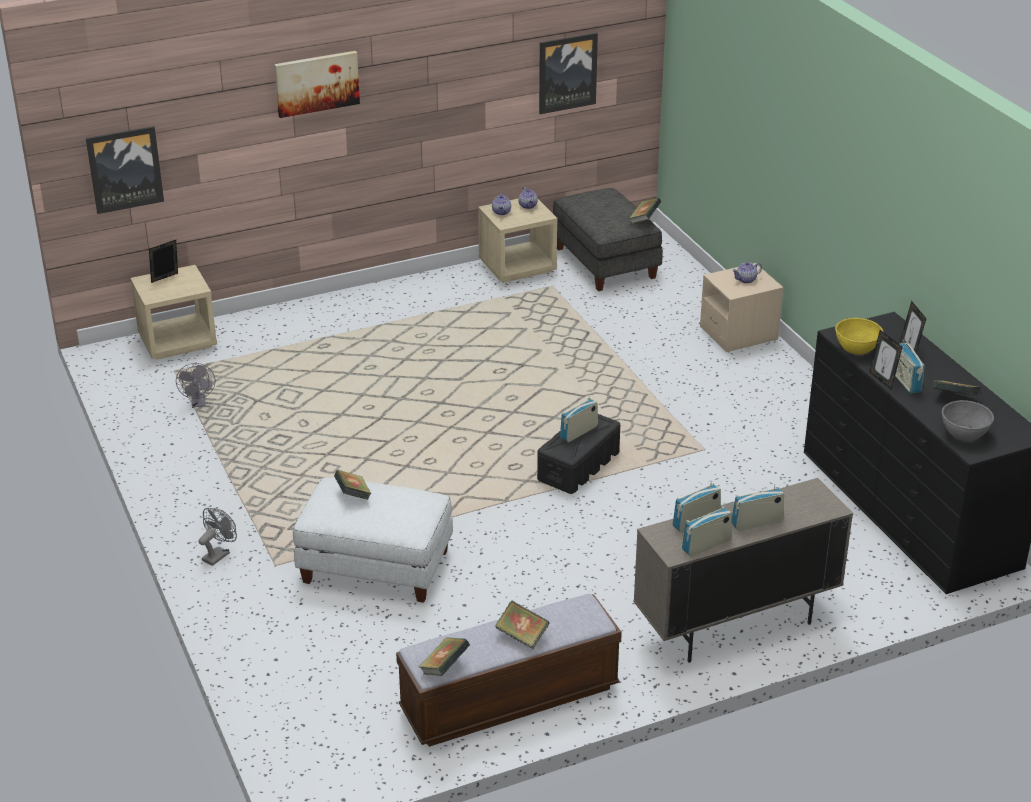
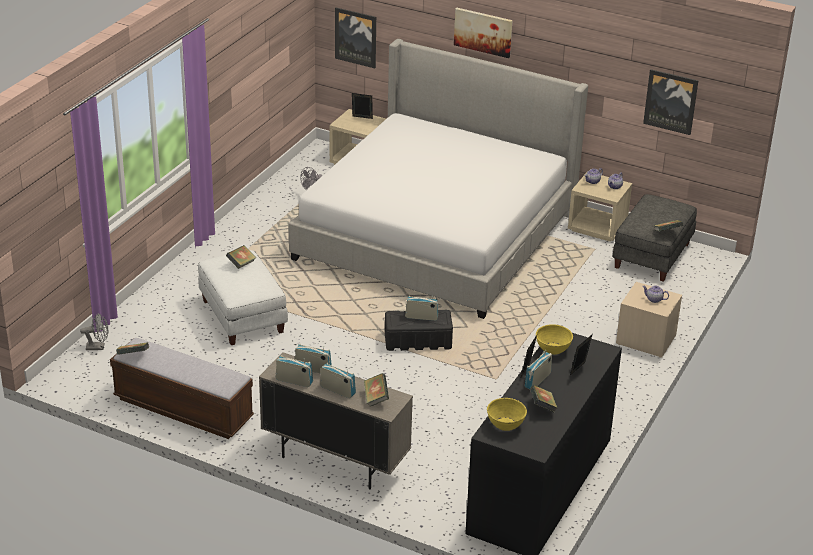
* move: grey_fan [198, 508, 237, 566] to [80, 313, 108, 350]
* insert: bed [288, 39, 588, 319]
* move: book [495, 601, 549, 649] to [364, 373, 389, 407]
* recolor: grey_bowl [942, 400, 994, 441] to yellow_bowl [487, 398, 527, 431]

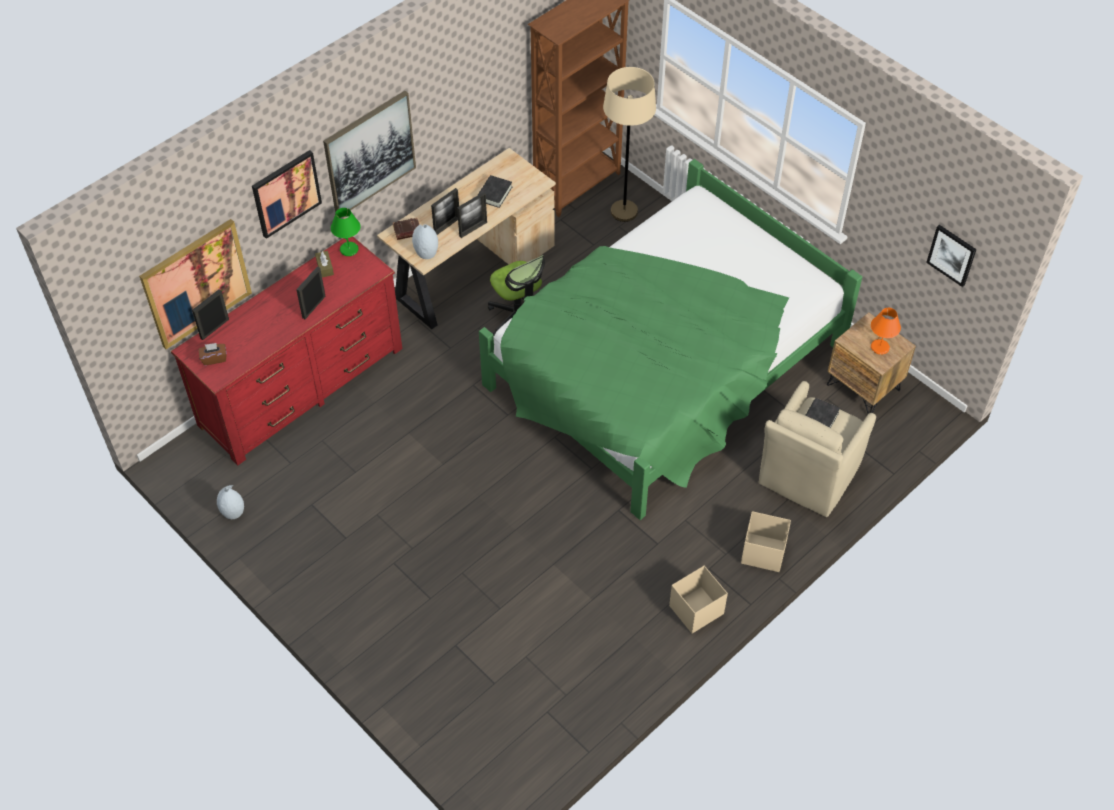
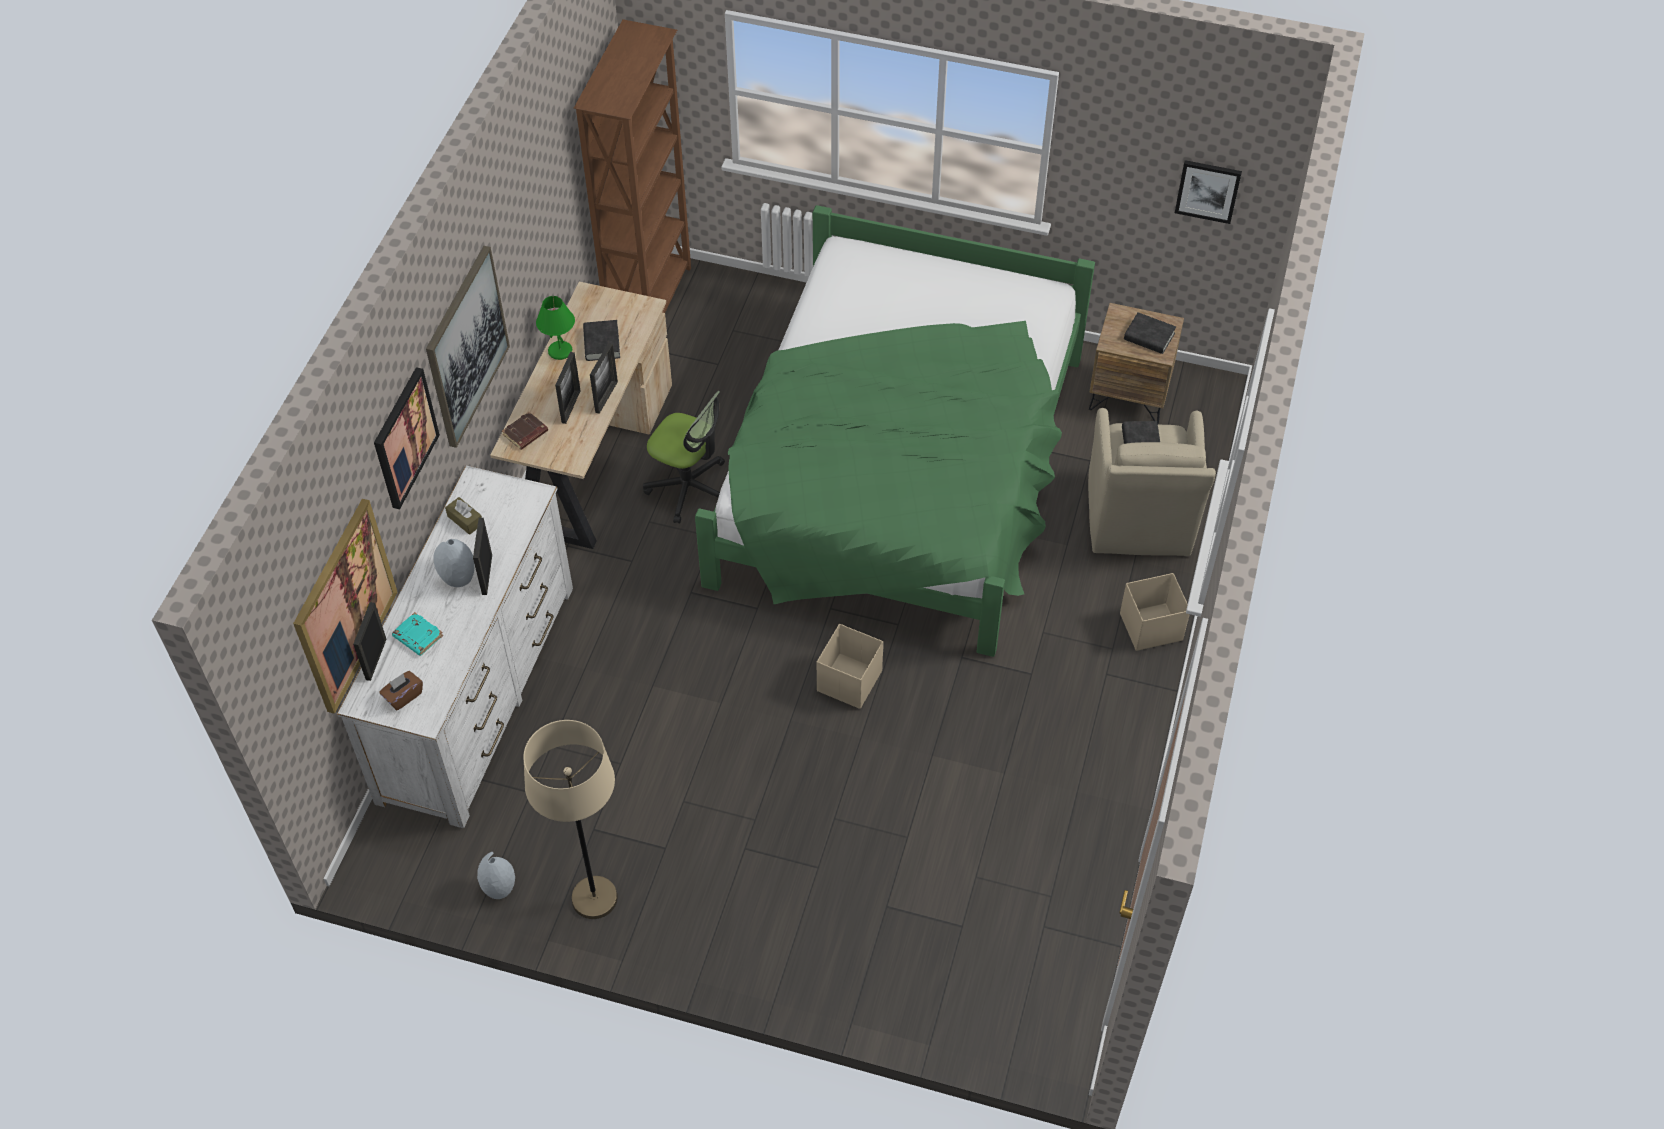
* recolor: red_dresser [171, 237, 402, 466] to white_dresser [337, 466, 573, 829]
* insert: turquoise_book [392, 612, 443, 656]
* move: grey_vase [412, 224, 438, 259] to [433, 539, 475, 587]
* move: beige_floor_lamp [603, 67, 656, 222] to [523, 720, 618, 919]
* move: green_table_lamp [331, 208, 361, 256] to [536, 296, 575, 360]
* move: beige_storage_box [669, 566, 728, 634] to [817, 624, 883, 709]
* replace: orange_table_lamp [871, 308, 901, 355] to black_book [1124, 312, 1176, 354]

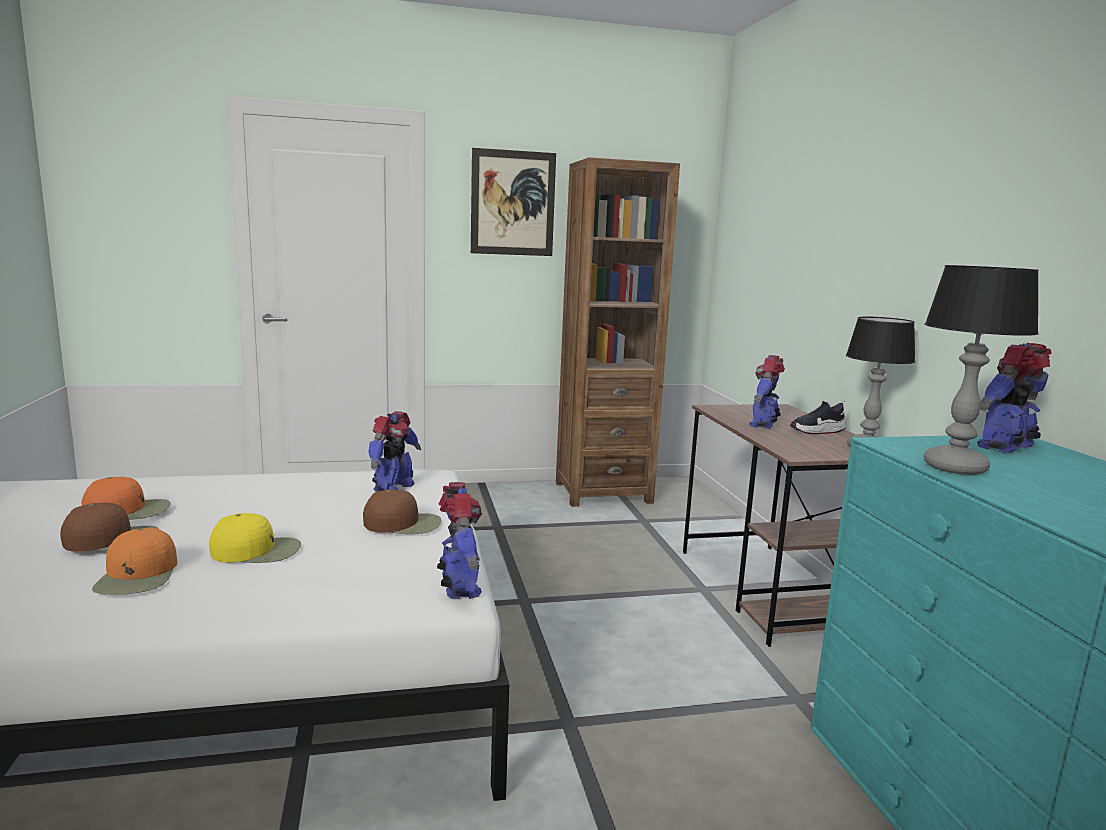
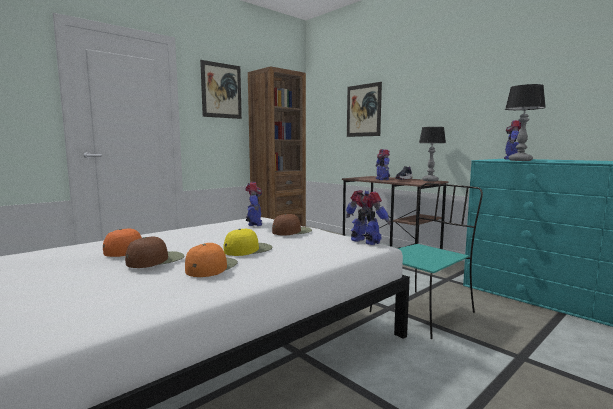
* rotate: orange_cap [92, 527, 177, 595] = [185, 243, 238, 277] 120 degrees counterclockwise
* insert: picture [347, 82, 382, 137]
* insert: turquoise_chair [370, 183, 483, 339]

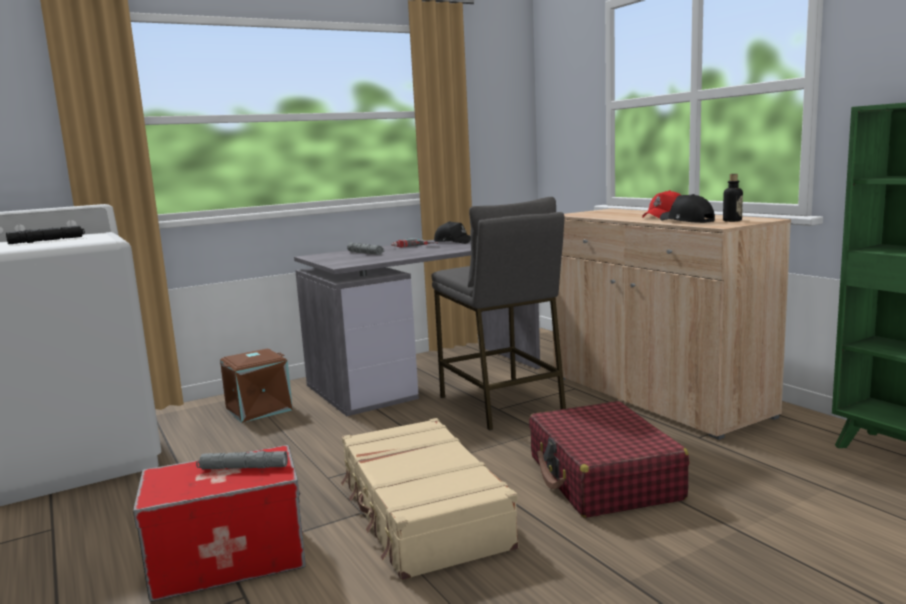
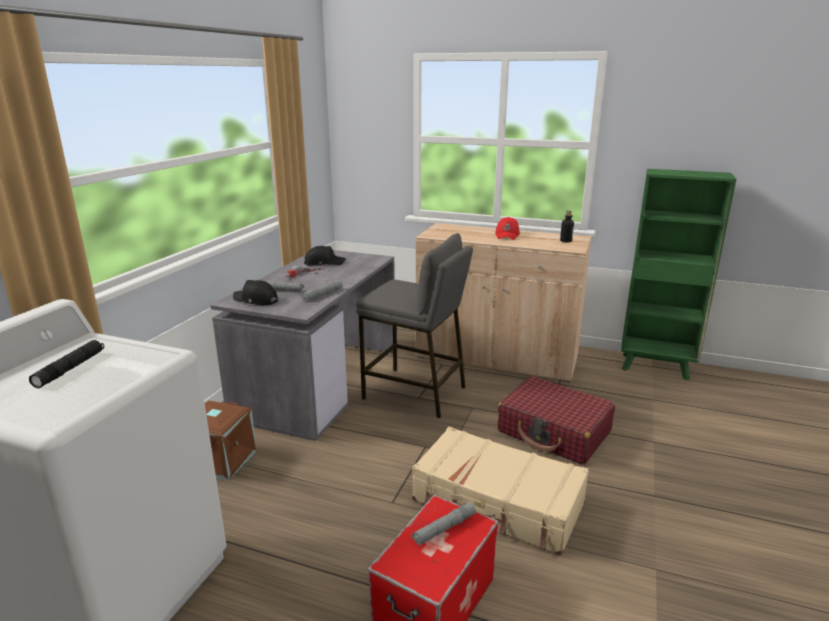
* move: black_cap [660, 194, 715, 223] to [233, 280, 278, 305]
* insert: grey_flashlight [300, 280, 343, 301]

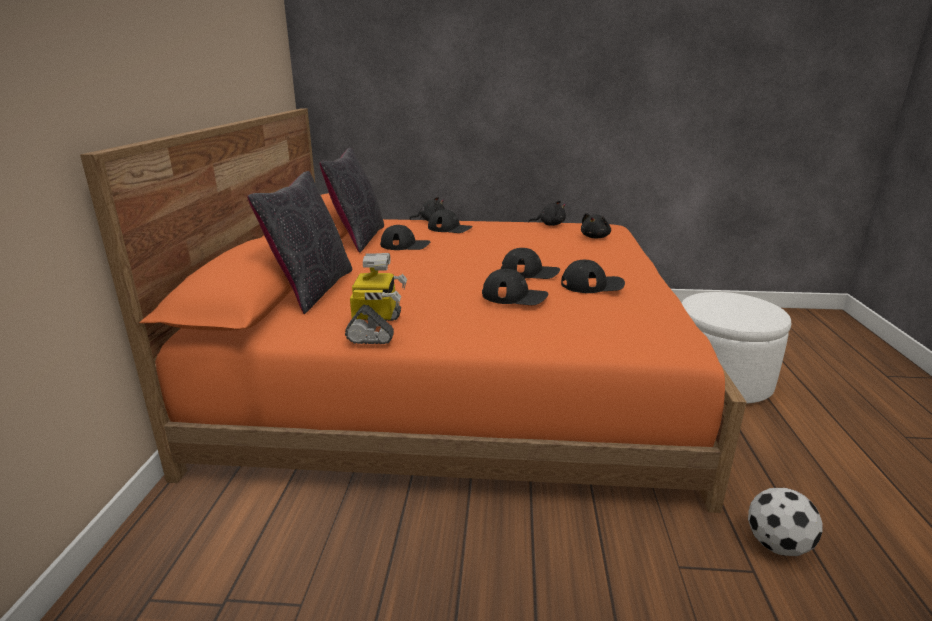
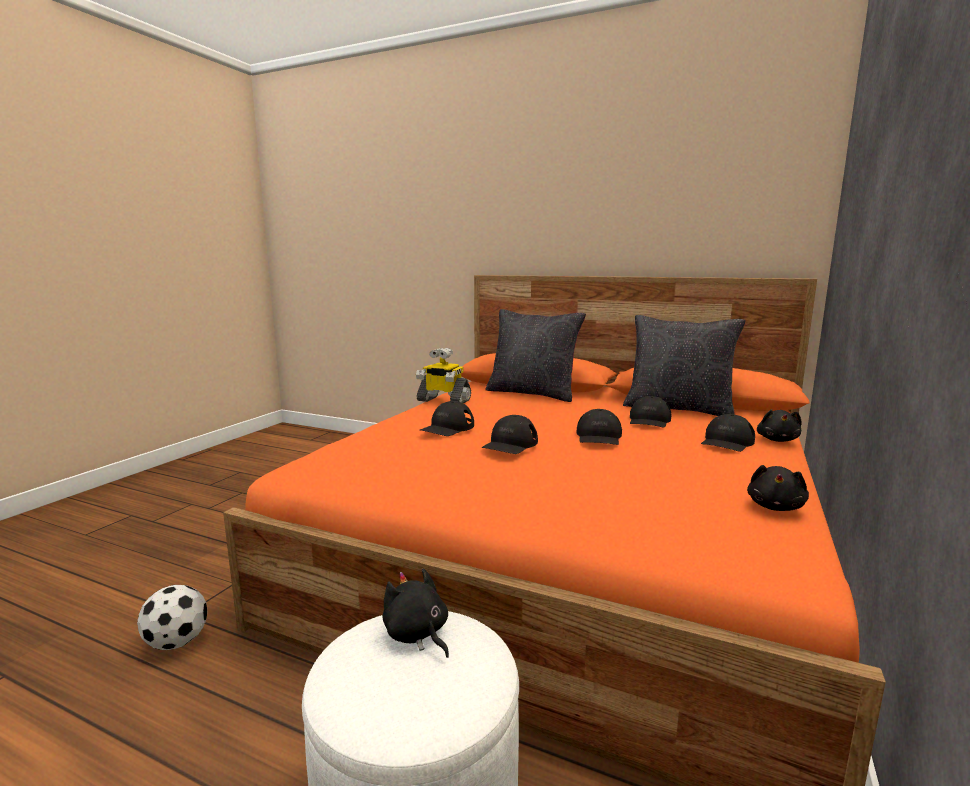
* move: black_plush_toy [581, 213, 611, 238] to [383, 568, 449, 658]
* move: black_cap [561, 260, 625, 293] to [577, 409, 622, 445]

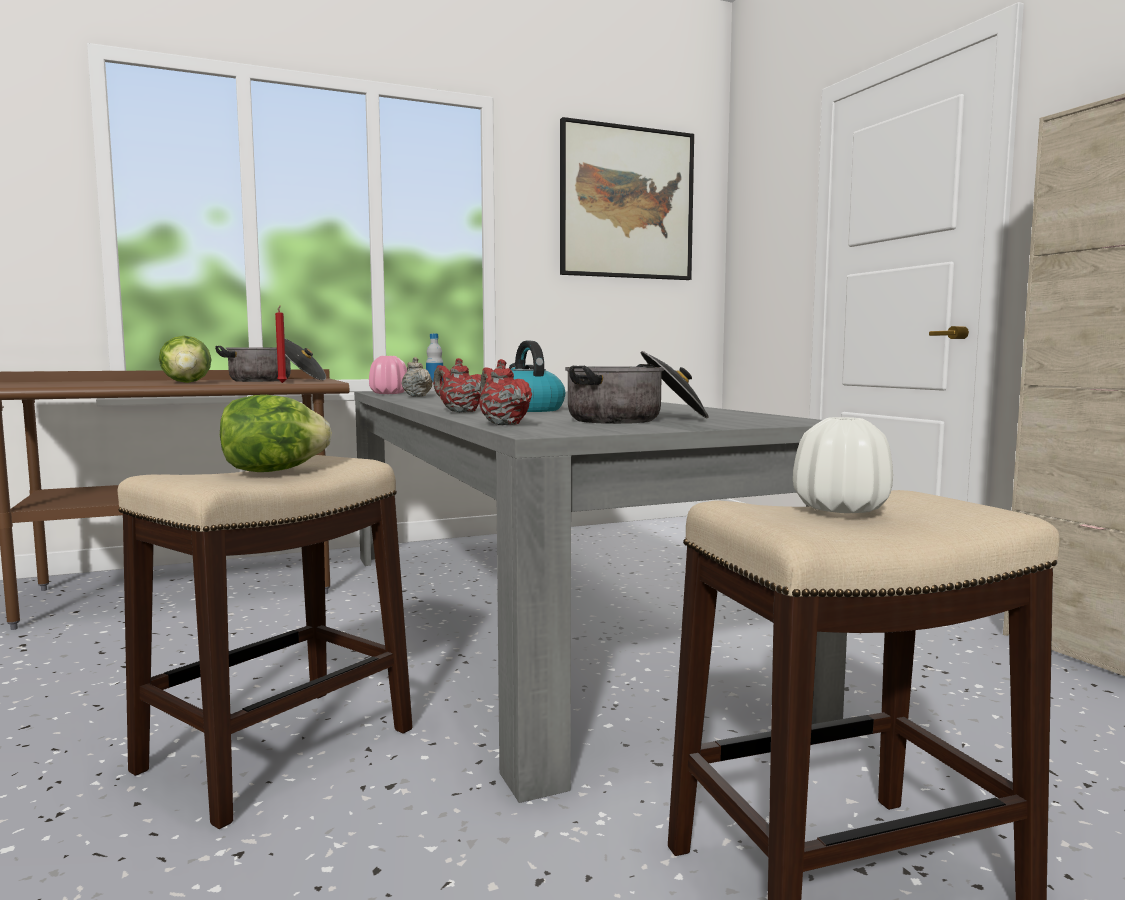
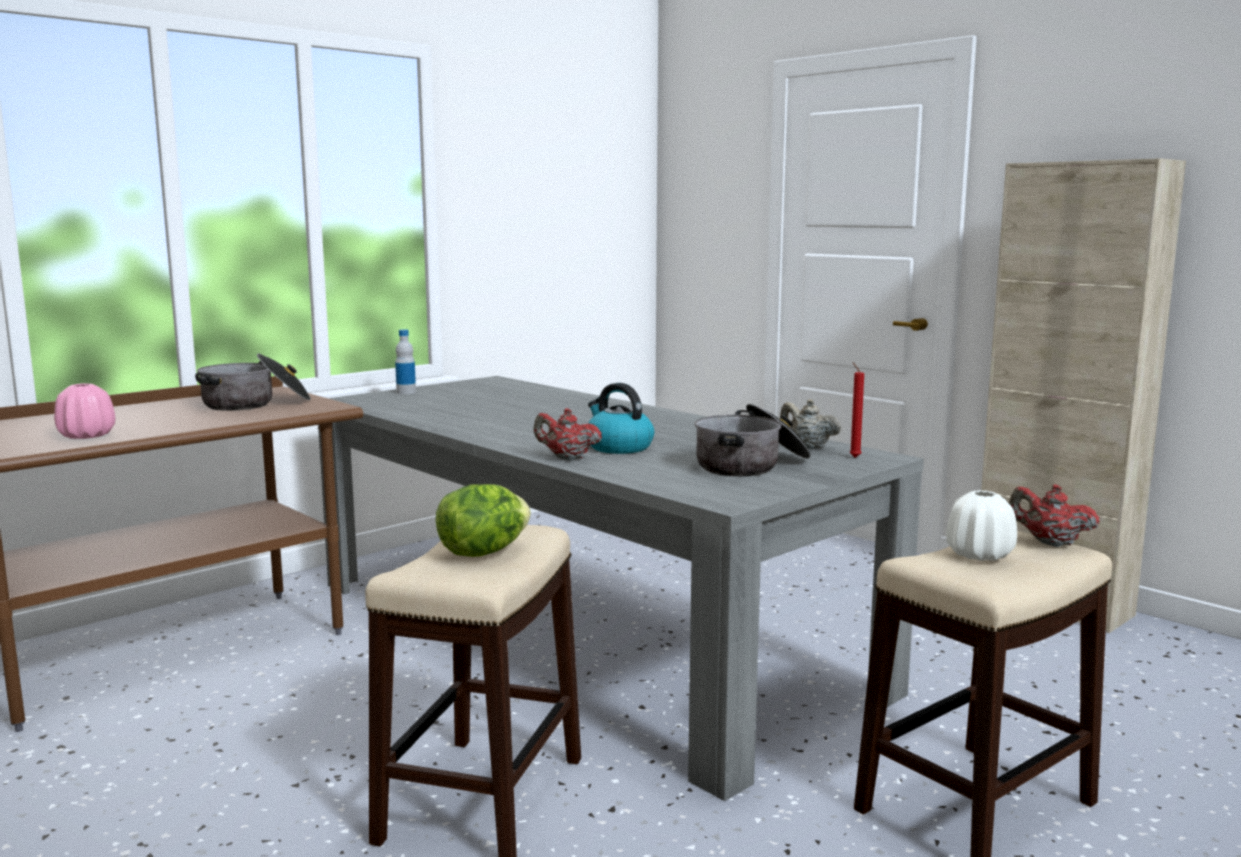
* move: pink_vase [369, 356, 407, 394] to [54, 383, 115, 439]
* move: beige_teapot [401, 357, 433, 397] to [780, 399, 841, 449]
* move: red_candle [275, 306, 287, 383] to [849, 362, 864, 458]
* move: red_teapot [479, 359, 532, 425] to [1009, 484, 1099, 547]
* delete: lettuce [159, 336, 211, 383]
* delete: picture [560, 117, 694, 280]

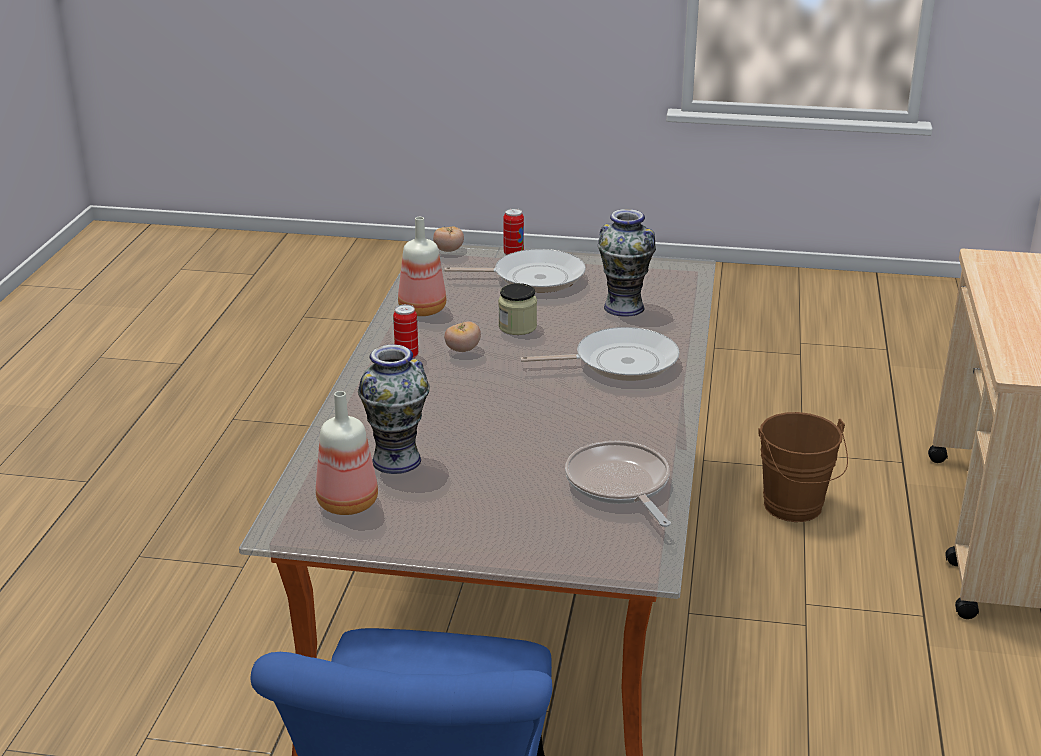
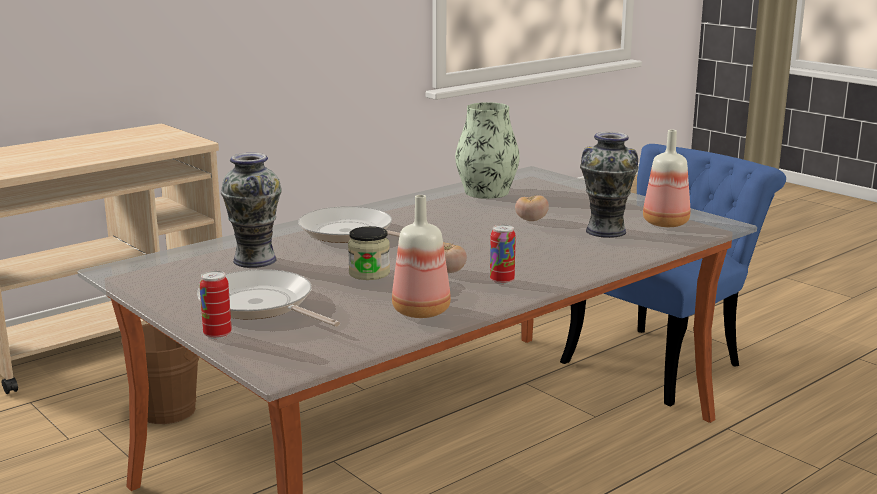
* replace: frying_pan [565, 441, 671, 527] to vase [455, 102, 520, 199]
* move: tomato [433, 226, 464, 252] to [515, 195, 549, 221]

